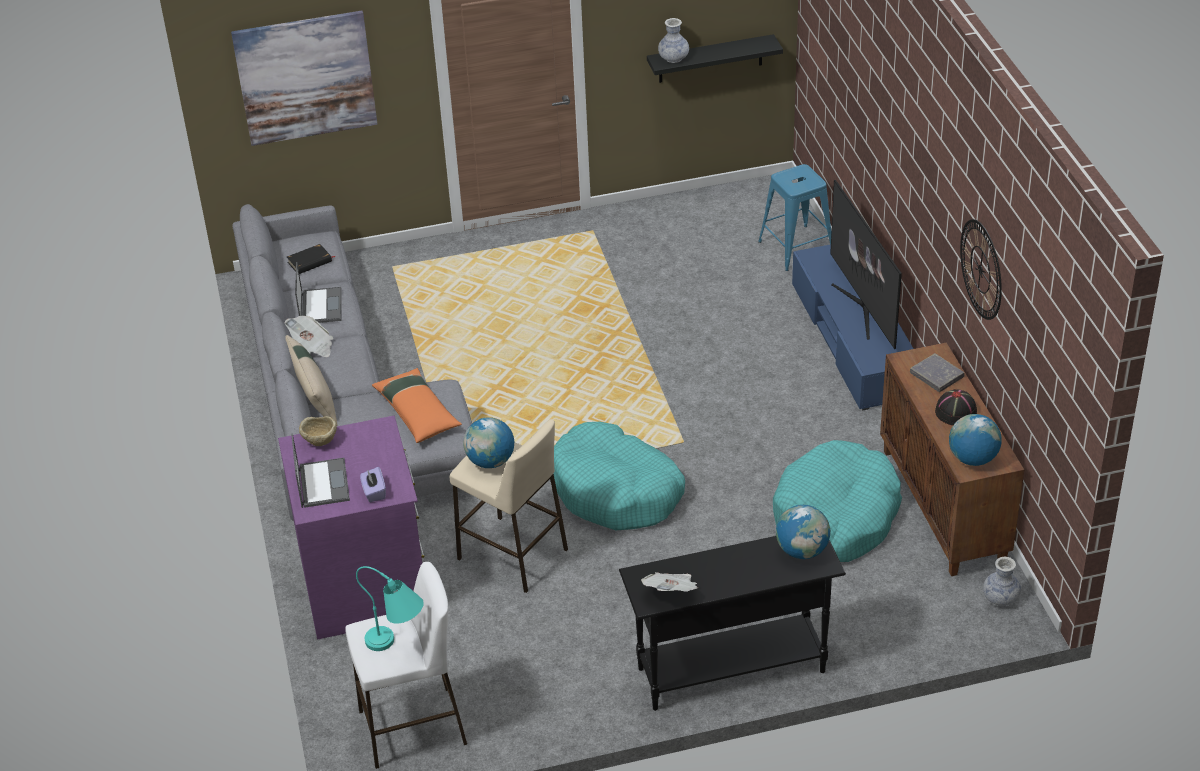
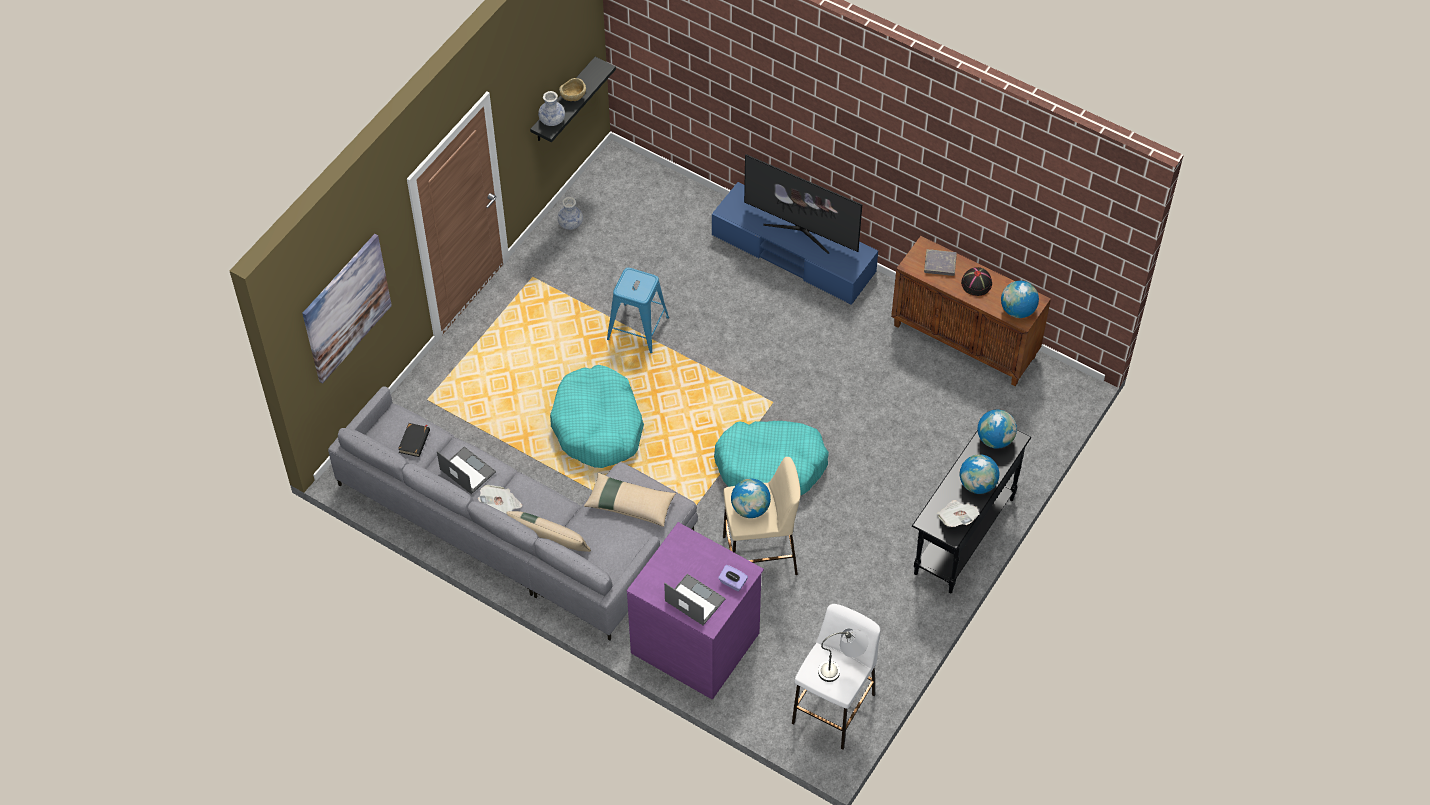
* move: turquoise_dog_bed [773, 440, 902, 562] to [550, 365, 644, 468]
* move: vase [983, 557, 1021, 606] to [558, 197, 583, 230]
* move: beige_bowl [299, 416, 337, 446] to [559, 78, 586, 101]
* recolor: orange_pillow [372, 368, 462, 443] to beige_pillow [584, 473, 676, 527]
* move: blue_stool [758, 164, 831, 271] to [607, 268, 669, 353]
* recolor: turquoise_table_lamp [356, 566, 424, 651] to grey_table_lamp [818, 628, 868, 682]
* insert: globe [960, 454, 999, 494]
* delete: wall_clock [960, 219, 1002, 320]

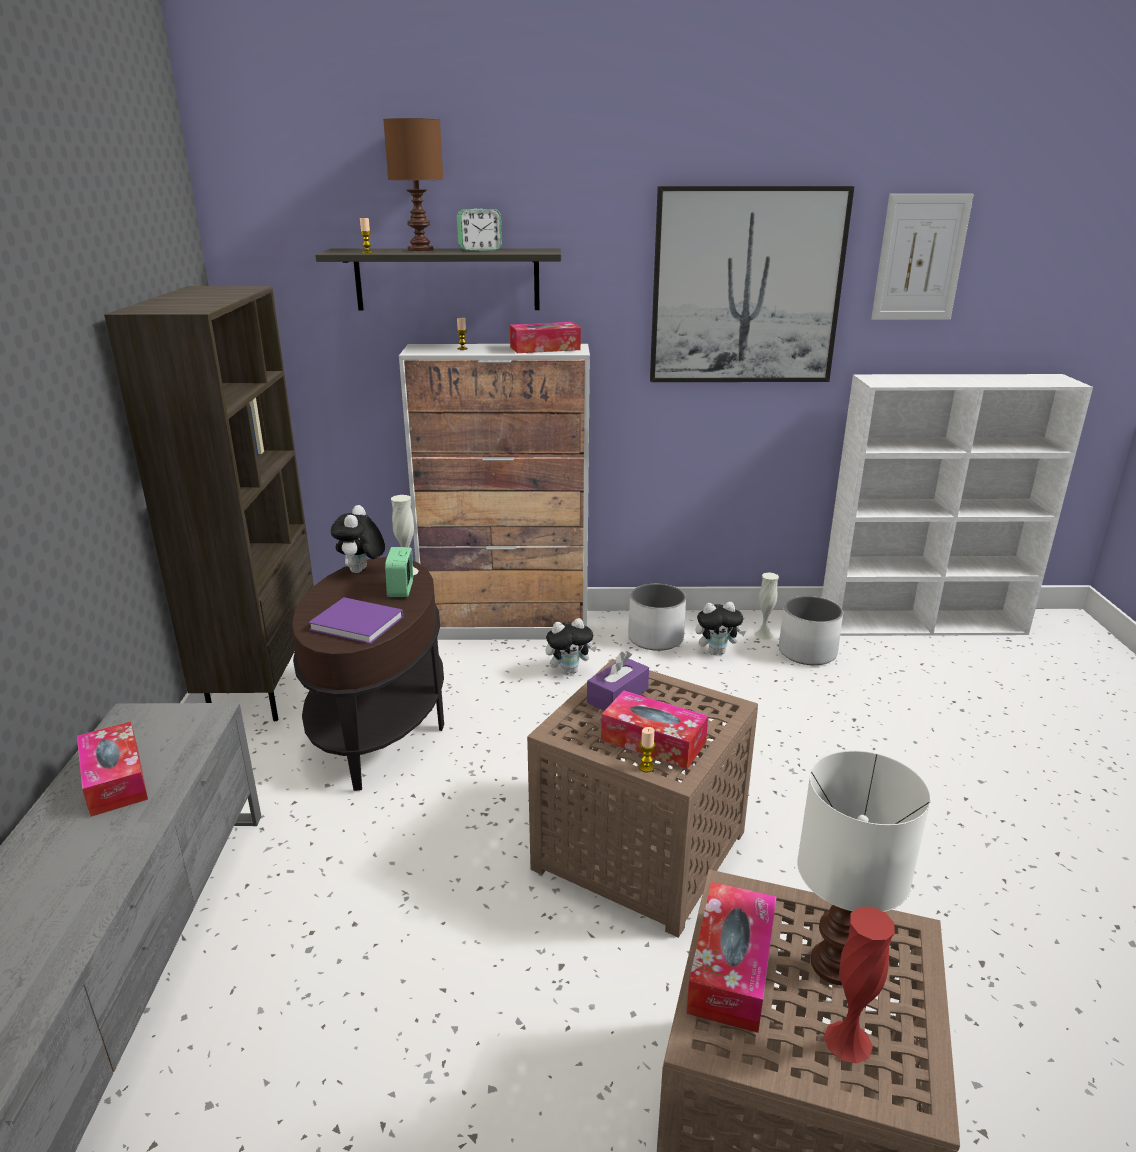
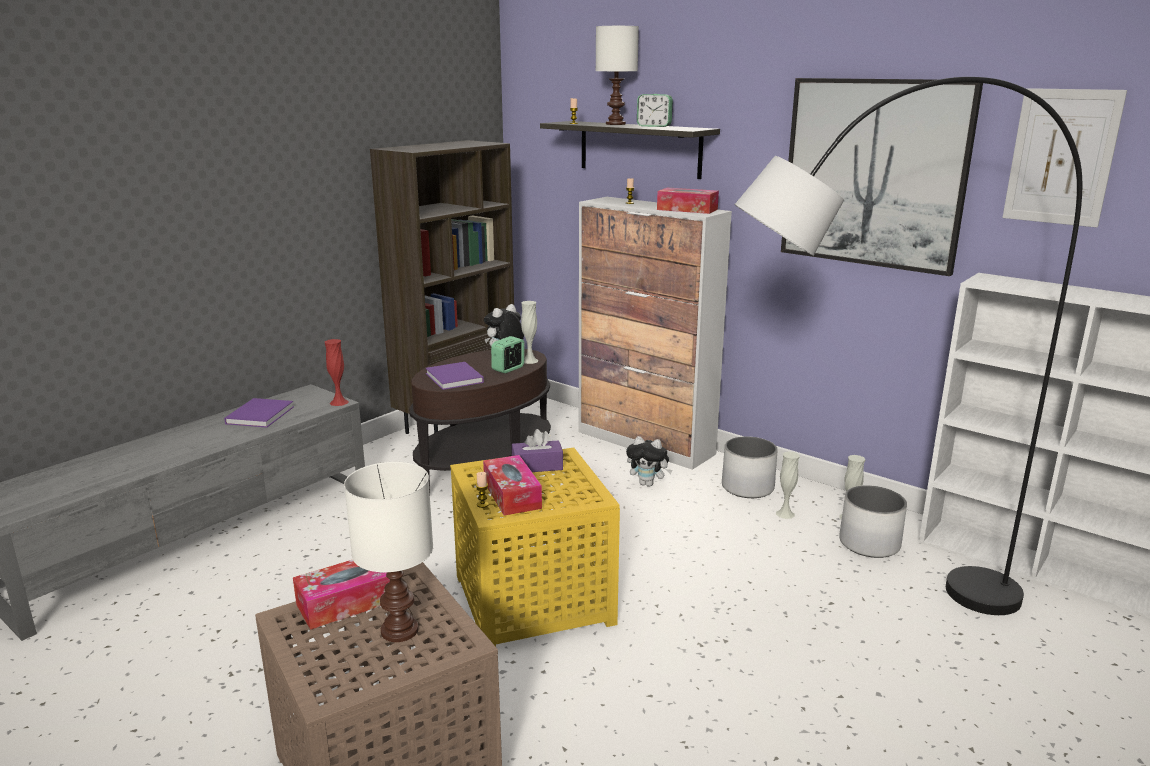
* replace: tissue_box [77, 722, 148, 817] to purple_book [224, 398, 294, 428]
* move: red_vase [824, 907, 895, 1064] to [325, 339, 349, 406]
* recolor: brown_side_table [527, 659, 758, 938] to yellow_side_table [450, 448, 620, 646]
* recolor: brown_table_lamp [383, 118, 443, 251] to white_table_lamp [596, 26, 639, 125]
* insert: black_floor_lamp [734, 77, 1082, 615]
* replace: plush_toy [695, 602, 746, 655] to white_vase [776, 451, 800, 519]

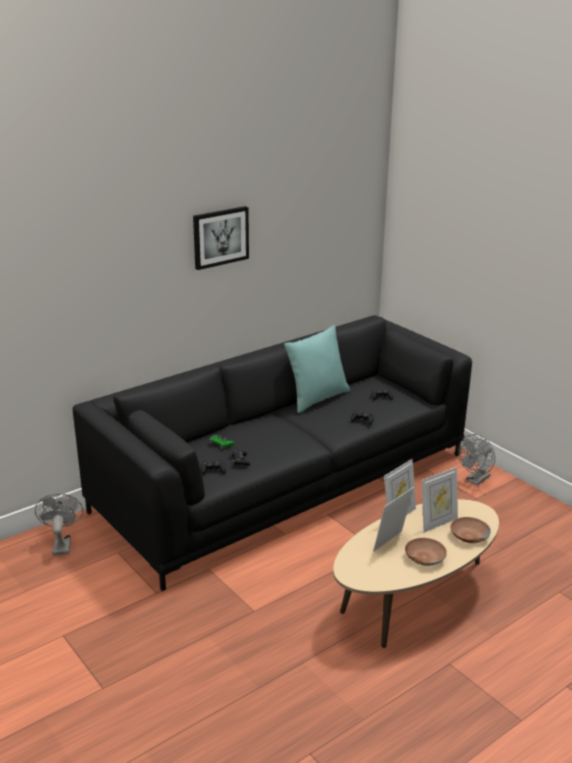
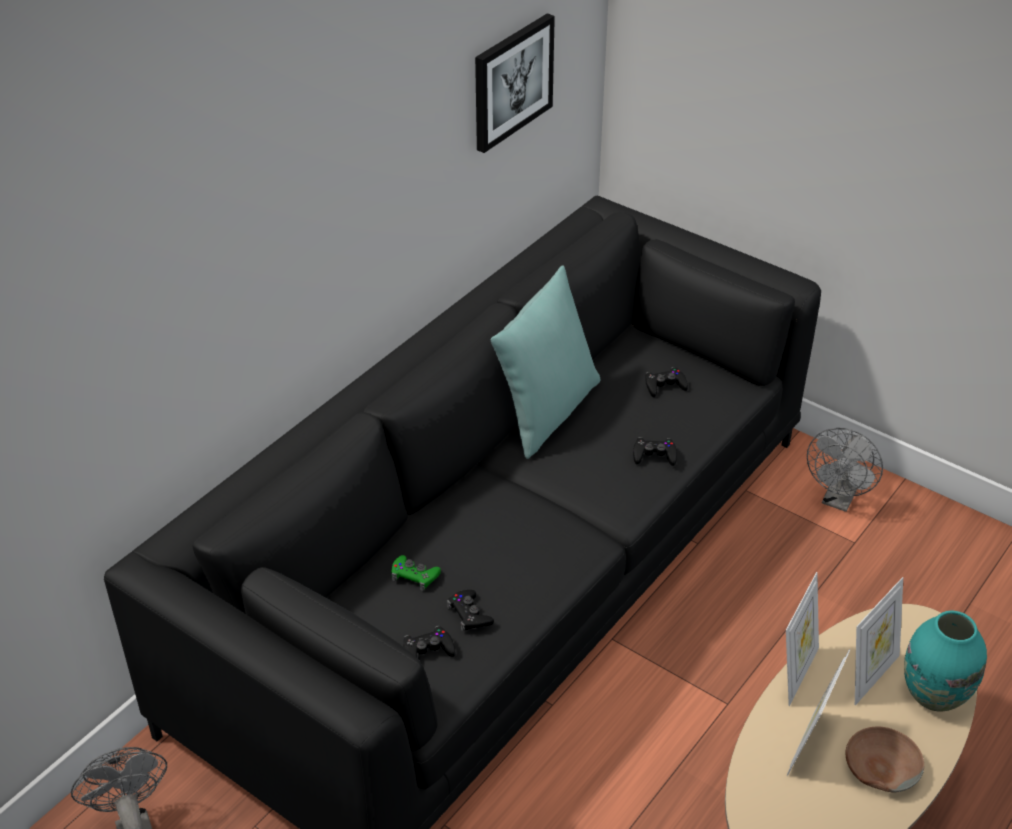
* move: picture [193, 206, 249, 270] to [475, 13, 555, 153]
* replace: brown_bowl [450, 517, 491, 543] to turquoise_vase [904, 611, 987, 711]

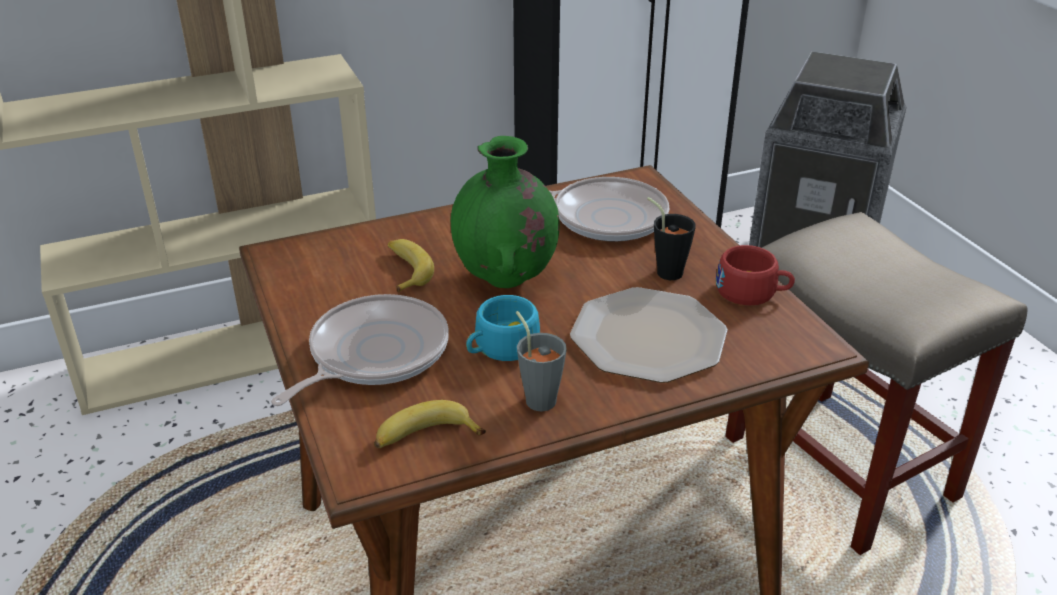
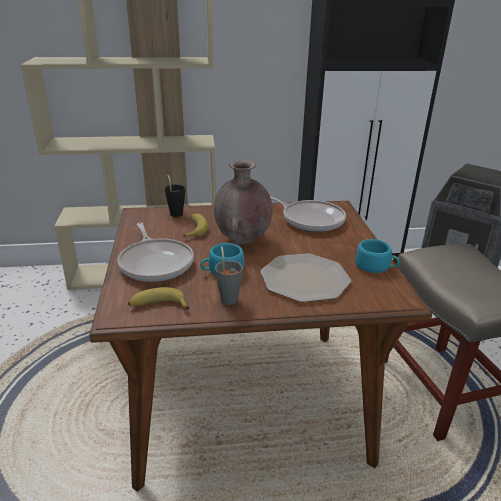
* rotate: frying_pan [271, 294, 449, 406] = [118, 222, 194, 282] 105 degrees clockwise
* move: black_cup [647, 197, 696, 280] to [165, 175, 185, 217]
* recolor: green_vase [451, 136, 560, 288] to brown_vase [214, 160, 273, 244]
* recolor: red_cup [716, 245, 795, 305] to turquoise_cup [355, 239, 400, 273]

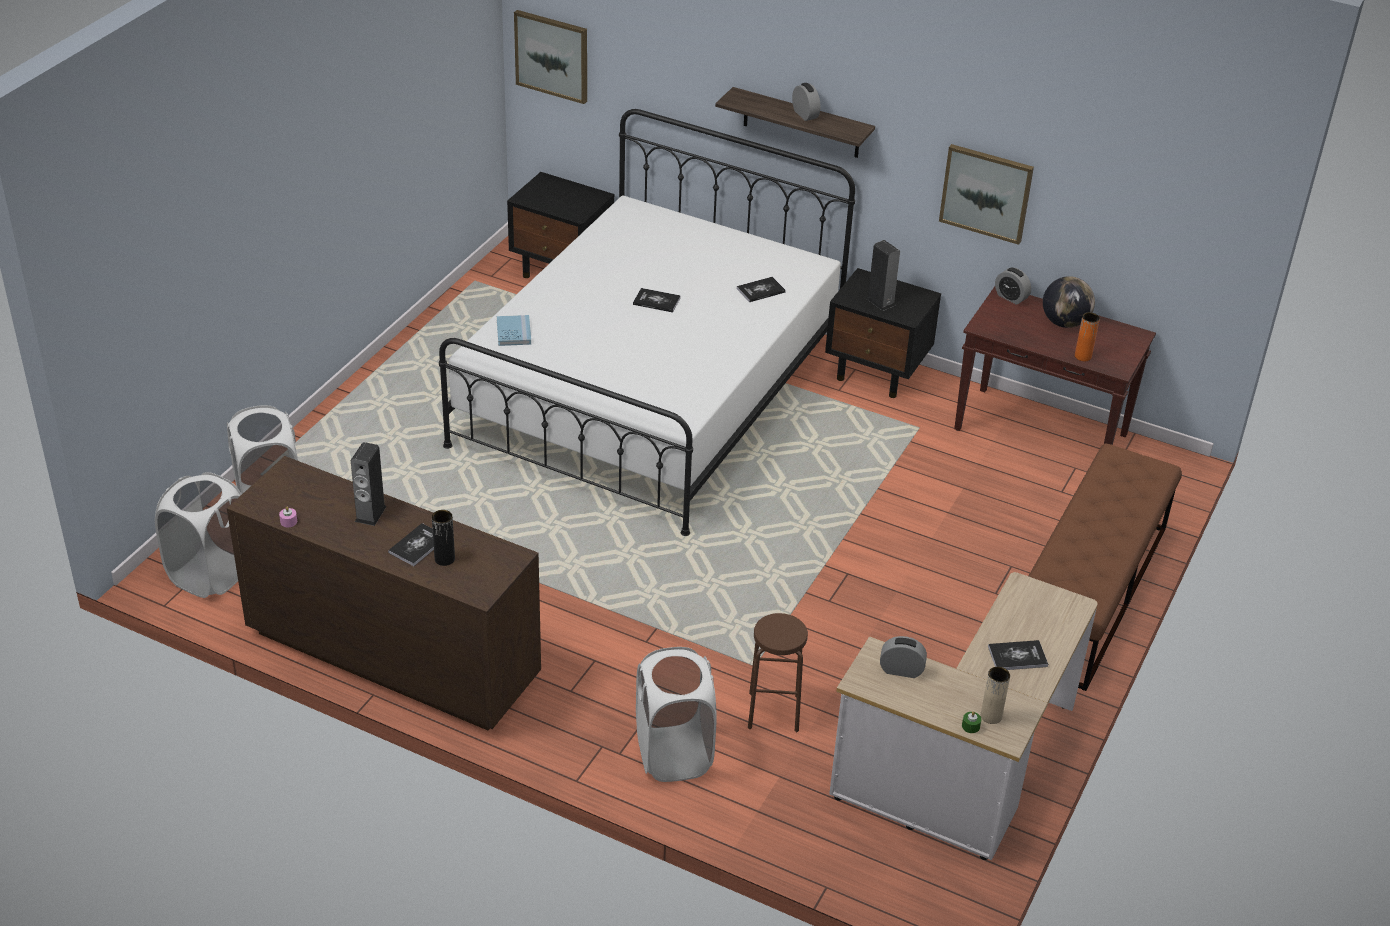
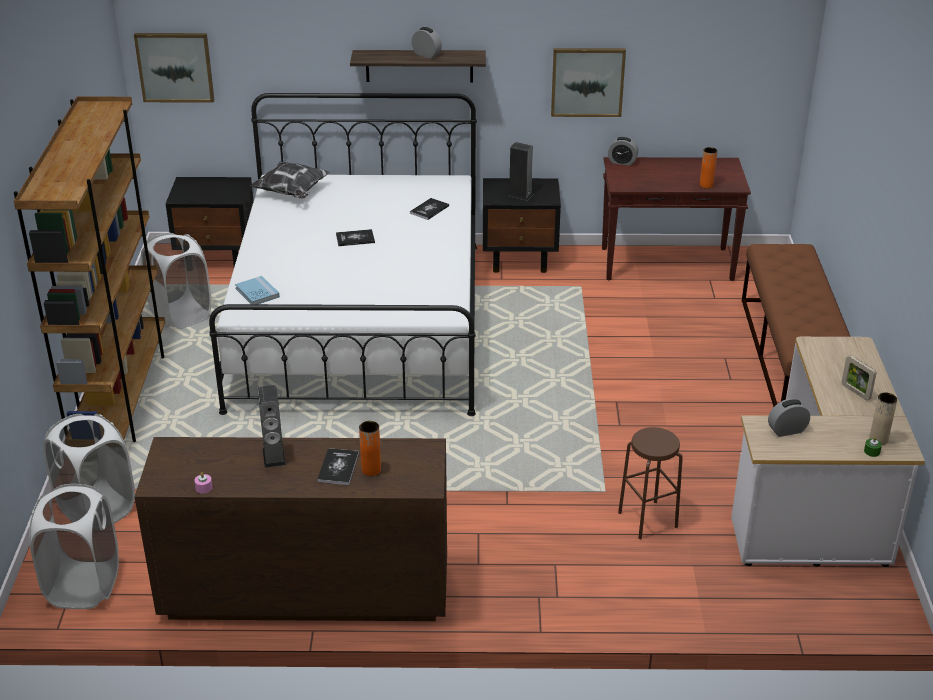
* insert: brown_bookcase [14, 96, 165, 442]
* move: white_laundry_basket [636, 647, 717, 782] to [141, 233, 212, 329]
* insert: pillow [250, 161, 330, 199]
* recolor: black_vase [432, 510, 455, 566] to orange_vase [359, 421, 381, 476]
* replace: book [988, 640, 1048, 670] to picture_frame [842, 355, 876, 401]
* delete: globe [1043, 276, 1095, 328]

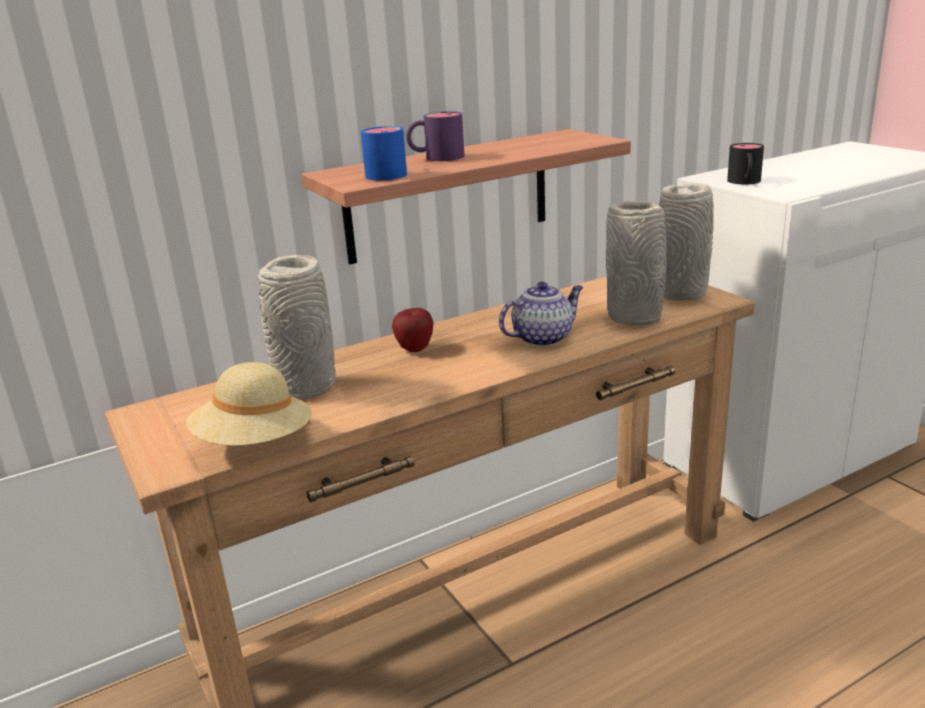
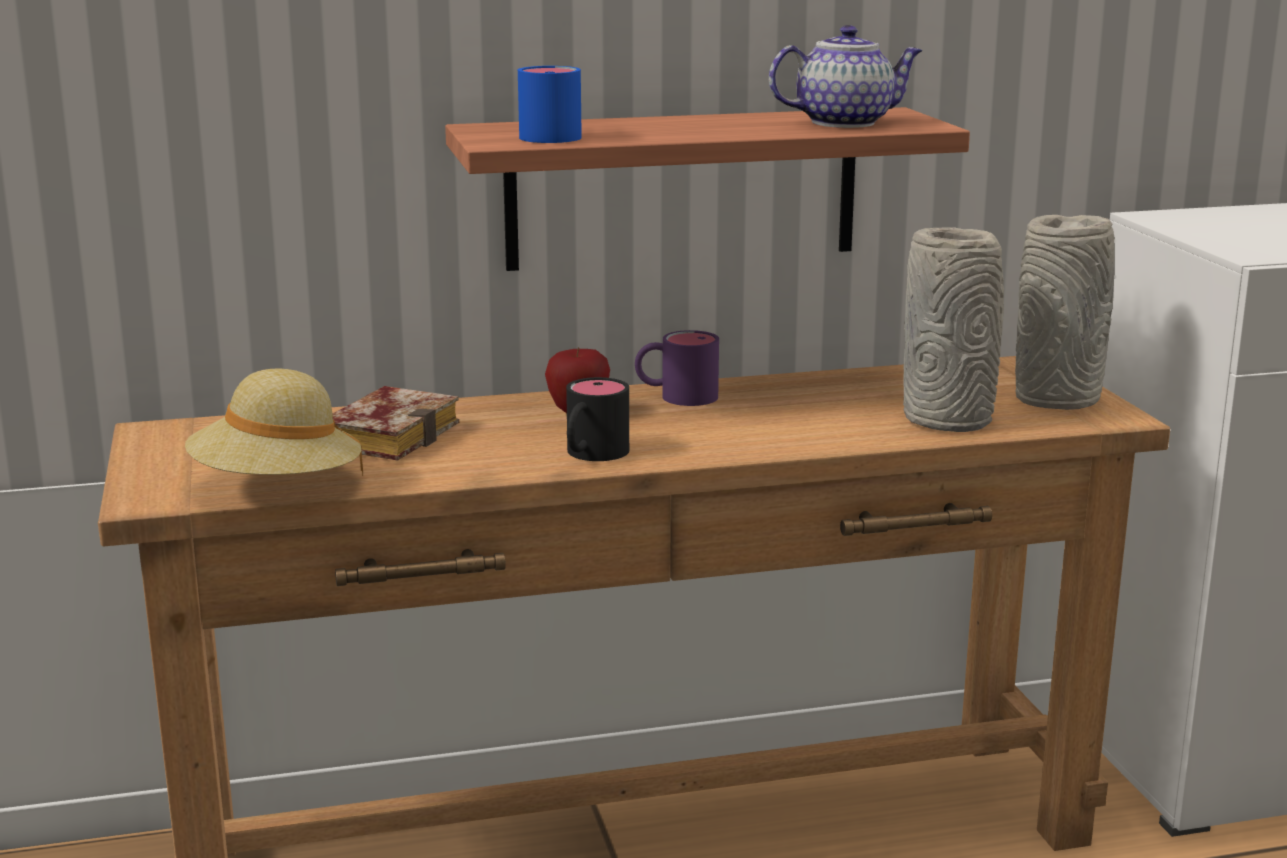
* replace: grey_vase [258, 255, 336, 399] to book [332, 386, 459, 461]
* move: black_mug [727, 143, 764, 184] to [566, 377, 629, 461]
* move: purple_mug [406, 111, 465, 161] to [635, 330, 719, 406]
* move: teapot [499, 282, 583, 347] to [769, 25, 923, 128]

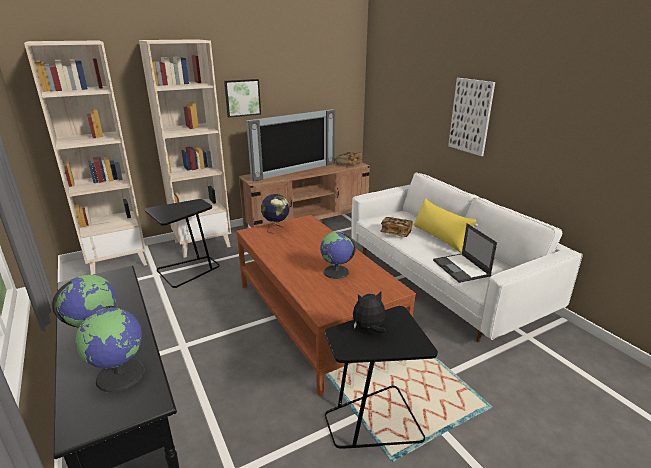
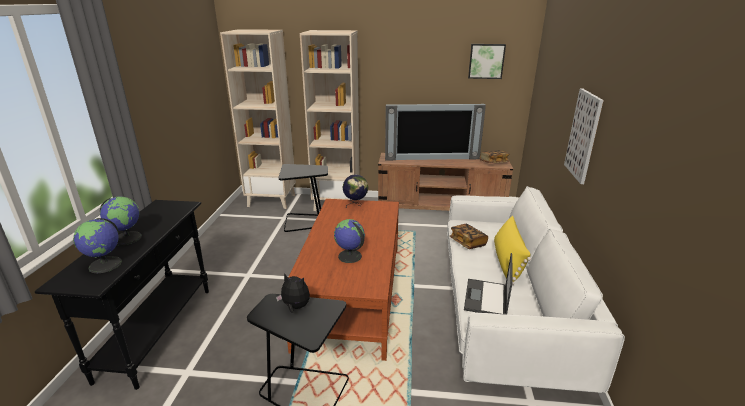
* move: picture [224, 79, 261, 118] to [468, 44, 506, 79]

